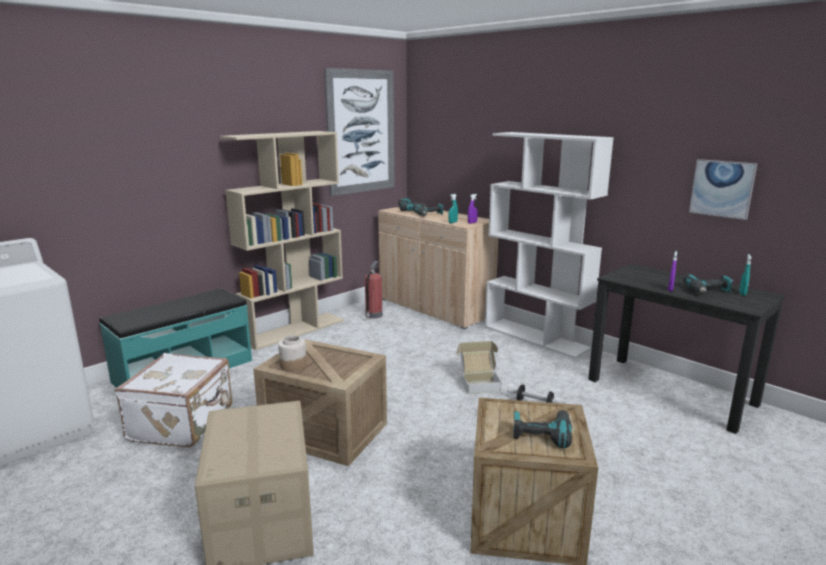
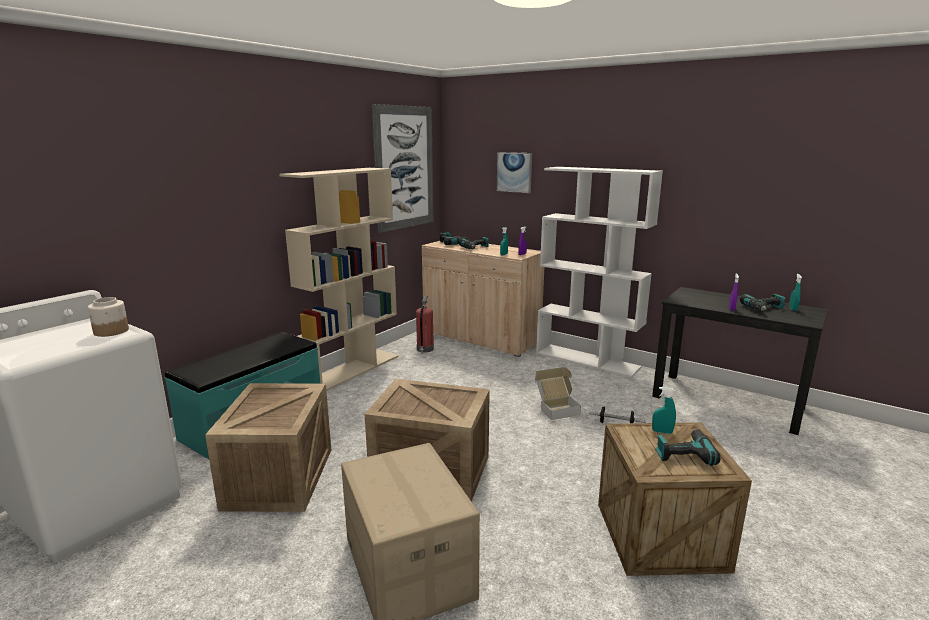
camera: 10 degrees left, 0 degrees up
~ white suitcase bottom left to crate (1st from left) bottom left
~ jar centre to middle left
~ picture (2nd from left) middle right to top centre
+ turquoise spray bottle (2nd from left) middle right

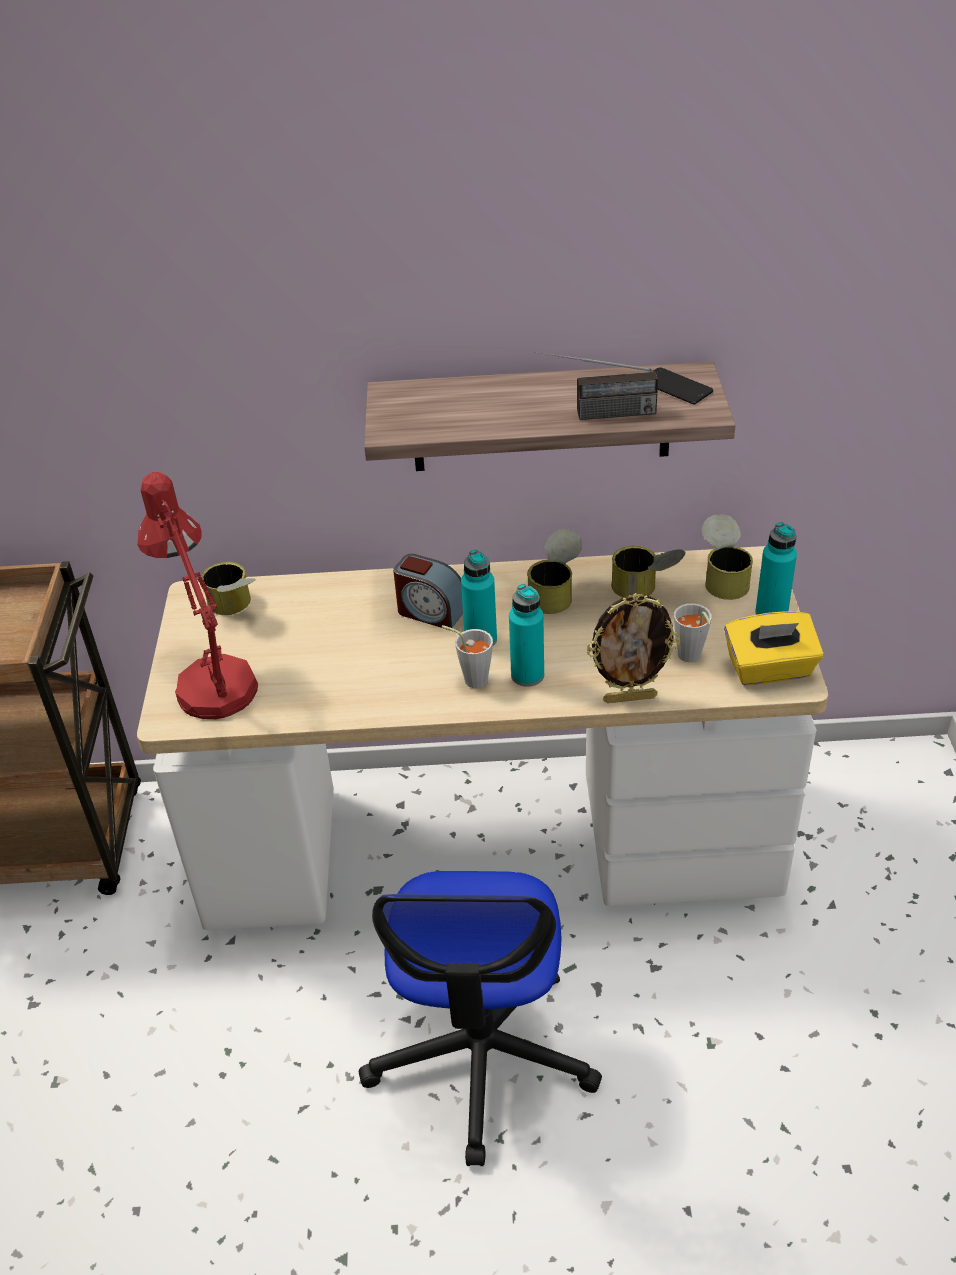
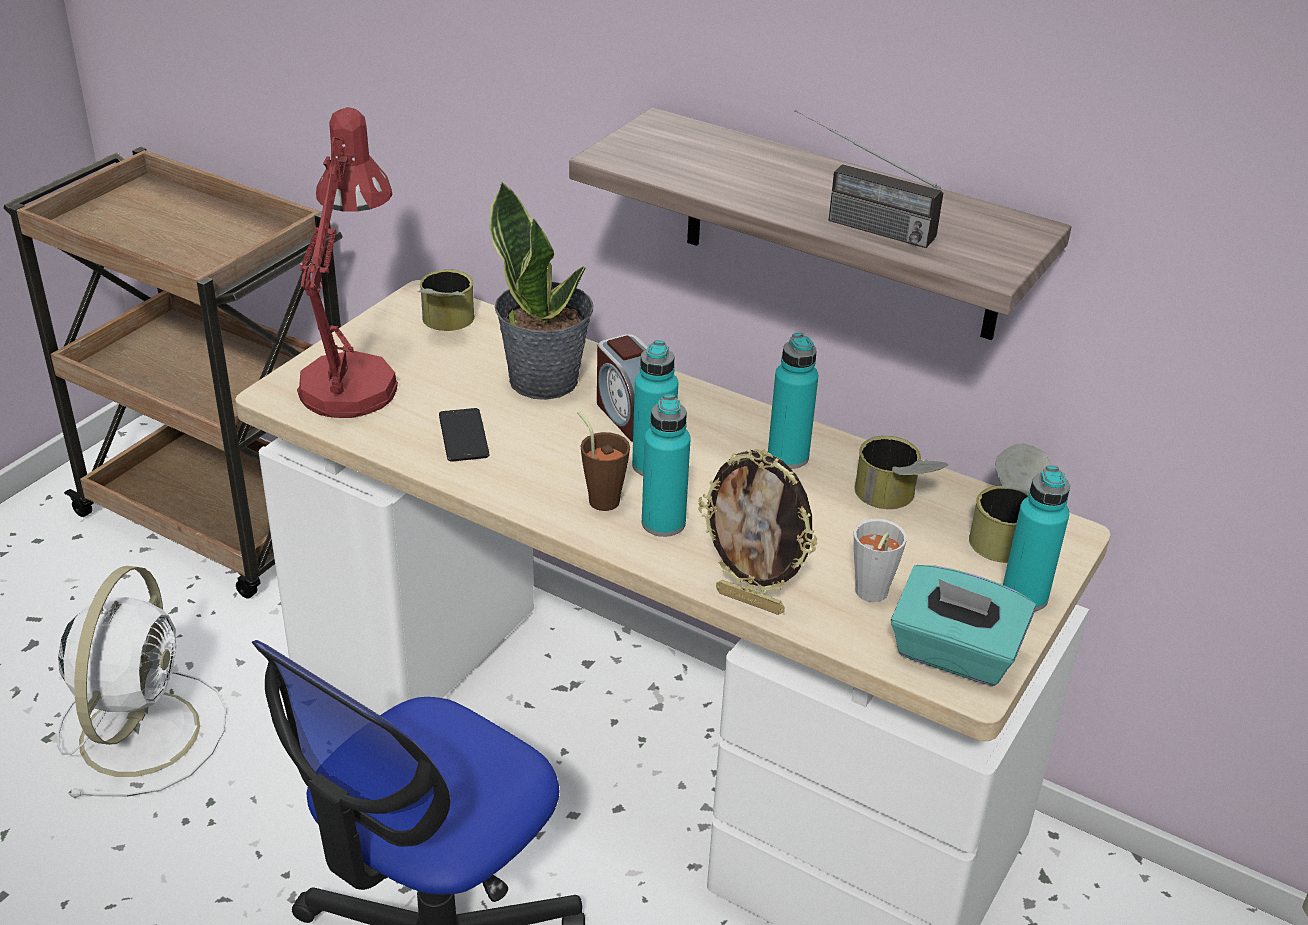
camera: 30 degrees right, 5 degrees down
~ grey cup (1st from left) centre to brown cup centre
~ can (2nd from left) centre to turquoise bottle (3rd from left) centre
~ phone top right to centre
~ yellow tissue box middle right to turquoise tissue box bottom right
+ white fan bottom left
+ potted plant top centre

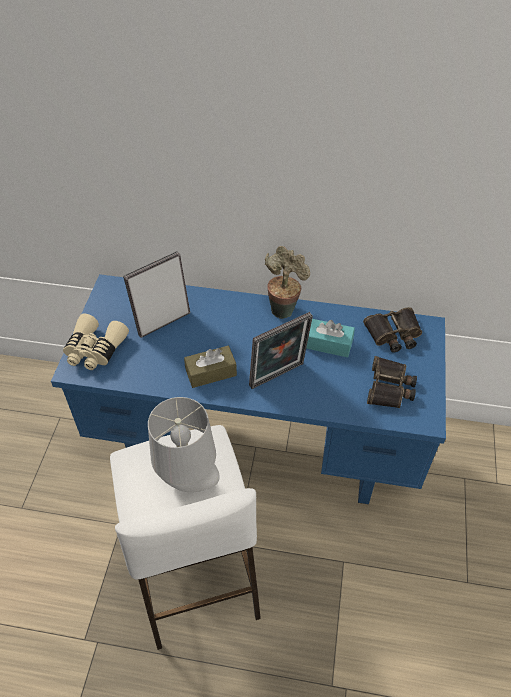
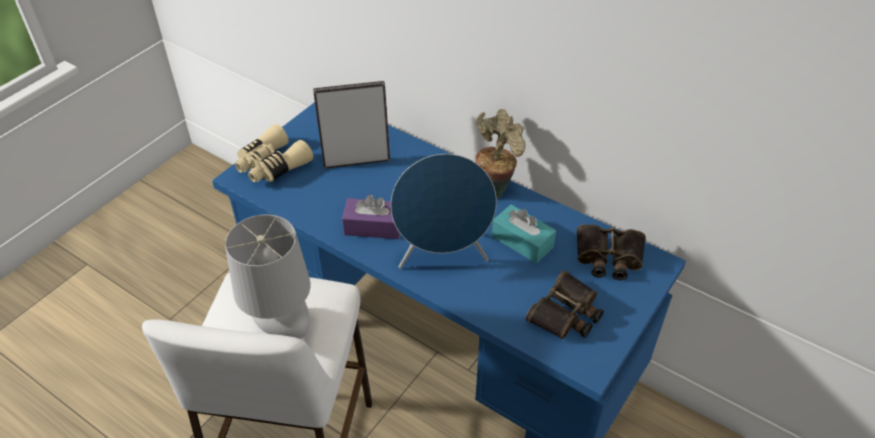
camera: 25 degrees right, 5 degrees down
~ brown tissue box centre to purple tissue box centre
~ picture frame (2nd from left) centre to blue speaker centre

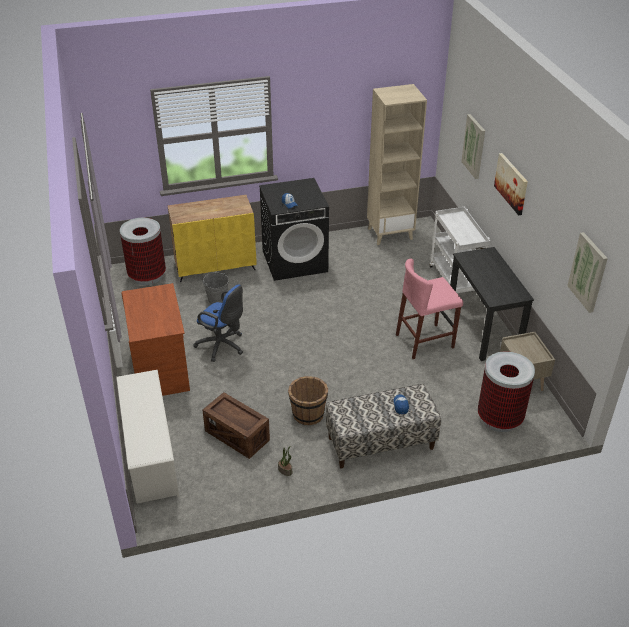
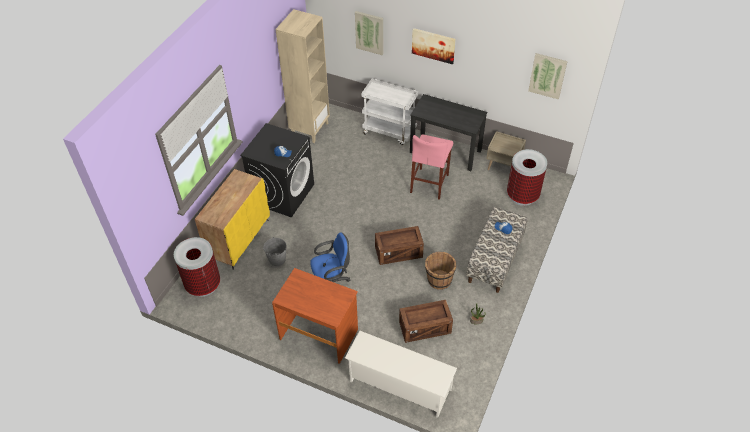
camera: 50 degrees left, 10 degrees up
+ crate (1st from left) centre

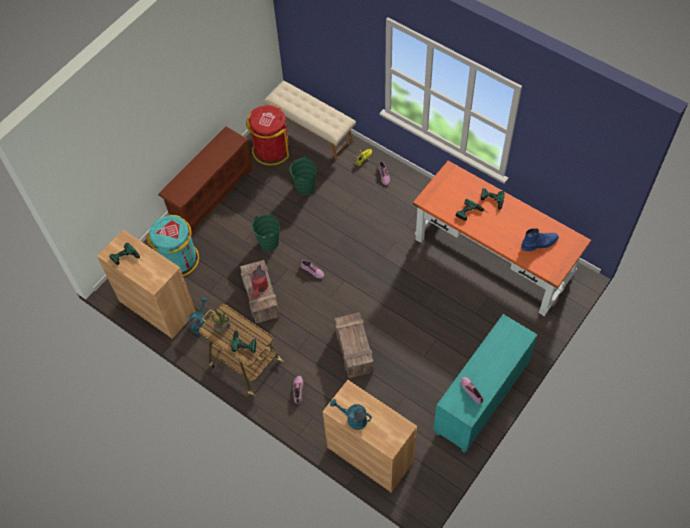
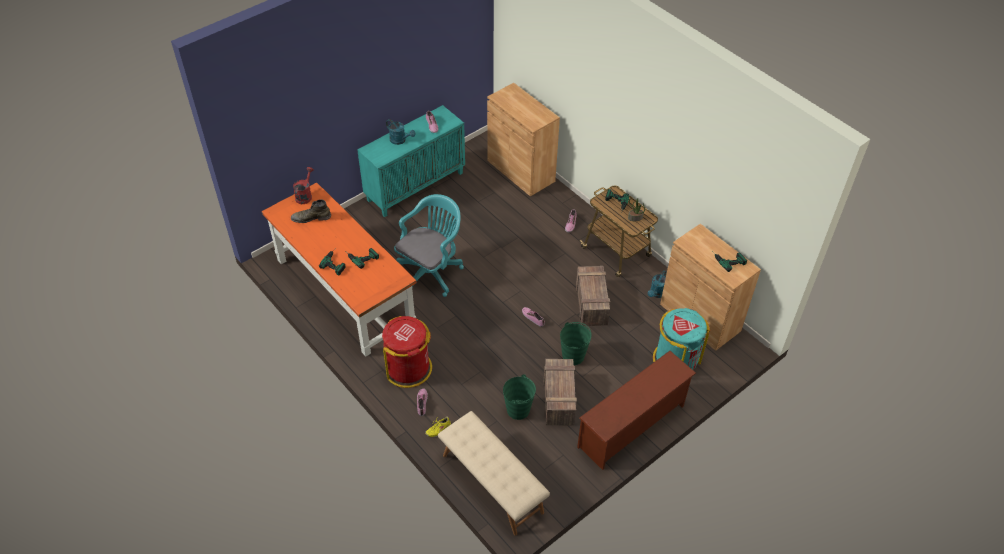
camera: 170 degrees left, 10 degrees down
~ red trash can top centre to centre
~ red watering can centre to middle left
~ turquoise watering can (2nd from left in the first image) bottom centre to turquoise watering can (1st from left) top centre
~ crate (2nd from left in the first image) centre to crate (1st from left) bottom centre
~ blue boot middle right to green boot middle left
+ turquoise office chair centre

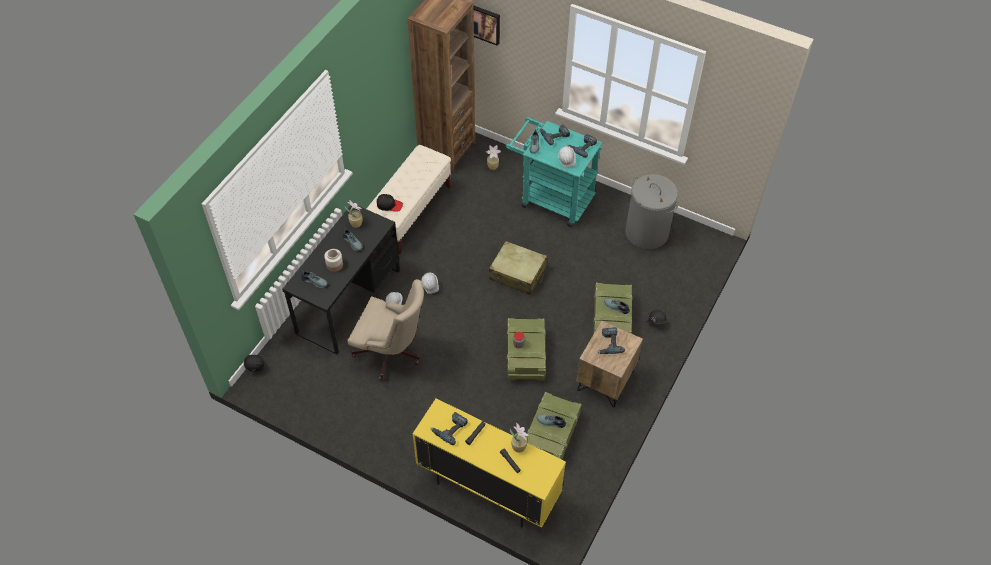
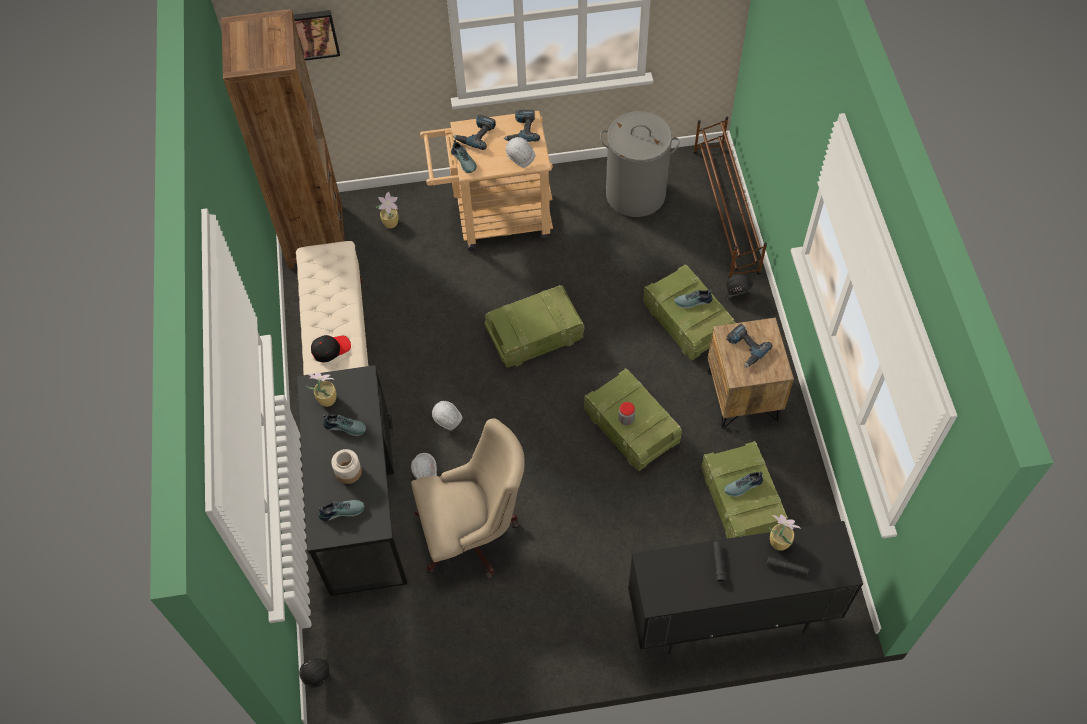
camera: 35 degrees left, 5 degrees up
~ yellow cabinet bottom centre to black cabinet bottom right
- power drill (1st from left) bottom centre
~ beige suitcase centre to crate (1st from left) centre
~ turquoise cart top centre to beige cart top centre
+ brown shoe rack top right

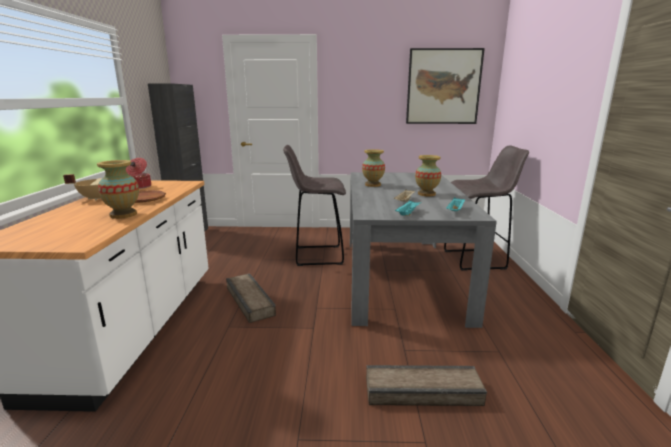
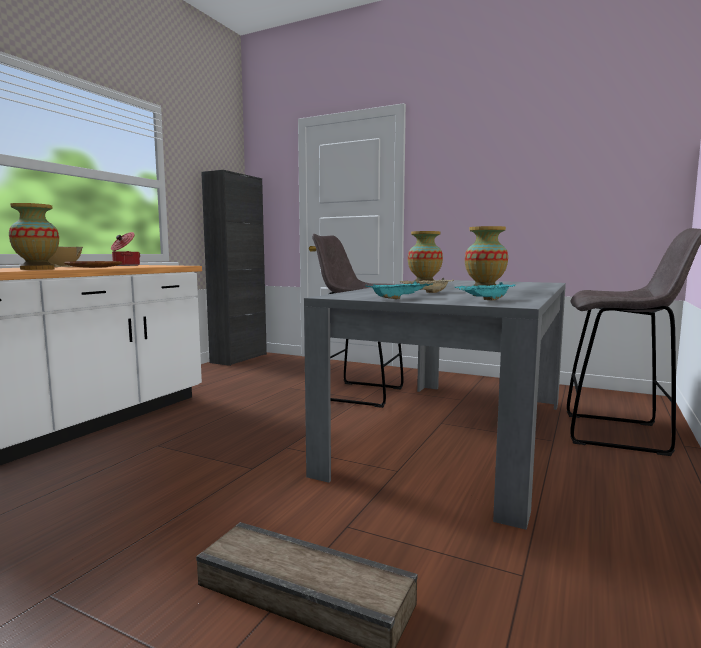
camera: 25 degrees right, 10 degrees down
- crate (1st from left) bottom centre
- picture top centre

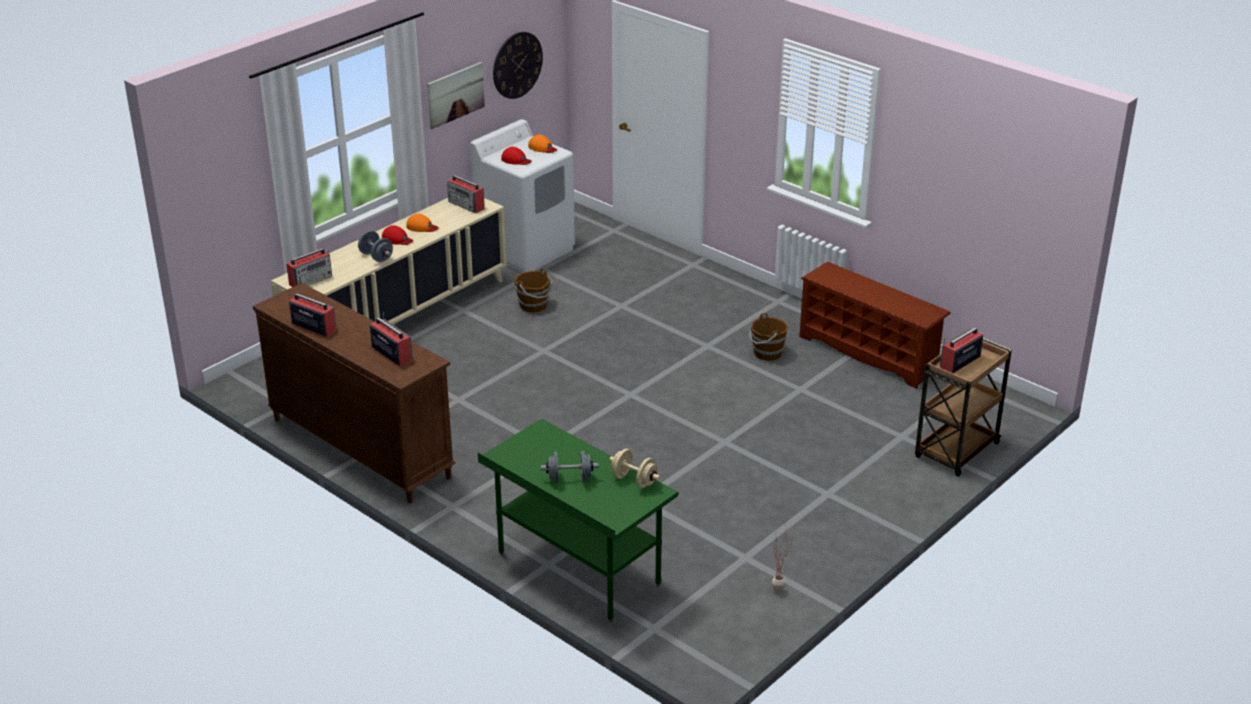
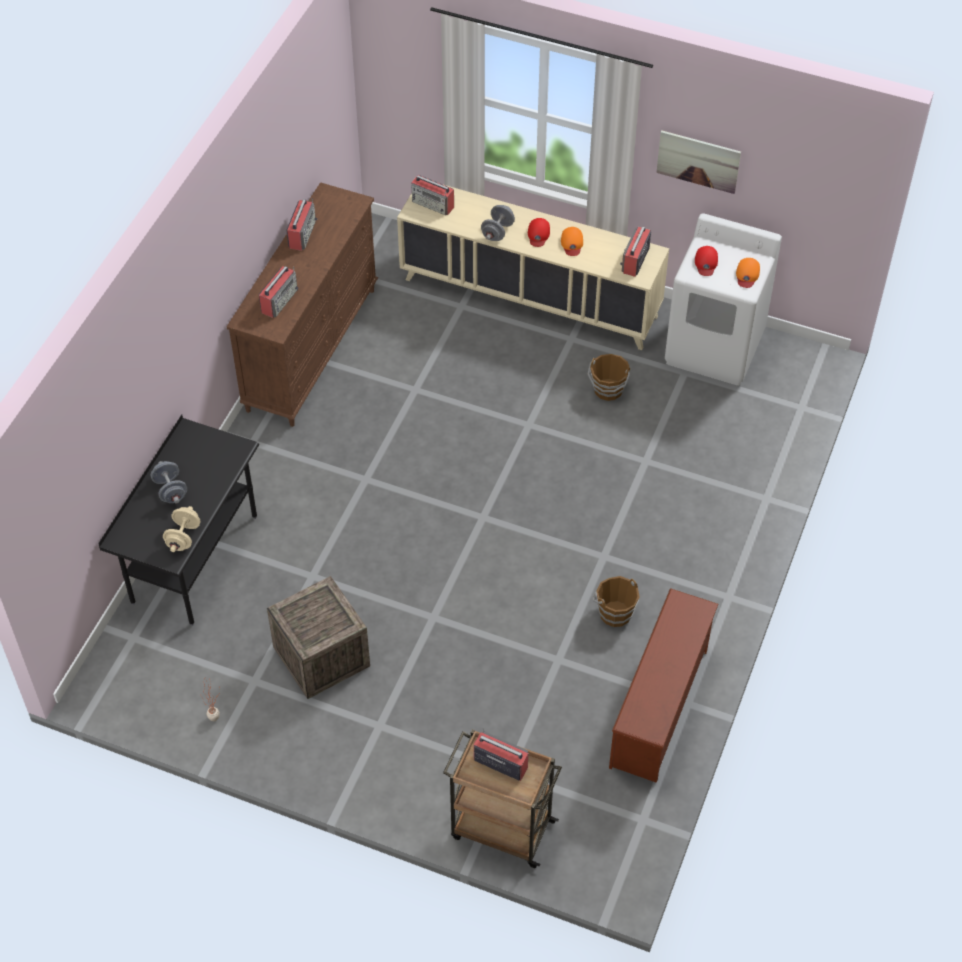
camera: 70 degrees right, 20 degrees up
~ green desk bottom centre to black desk middle left
- wall clock top centre
+ crate middle left

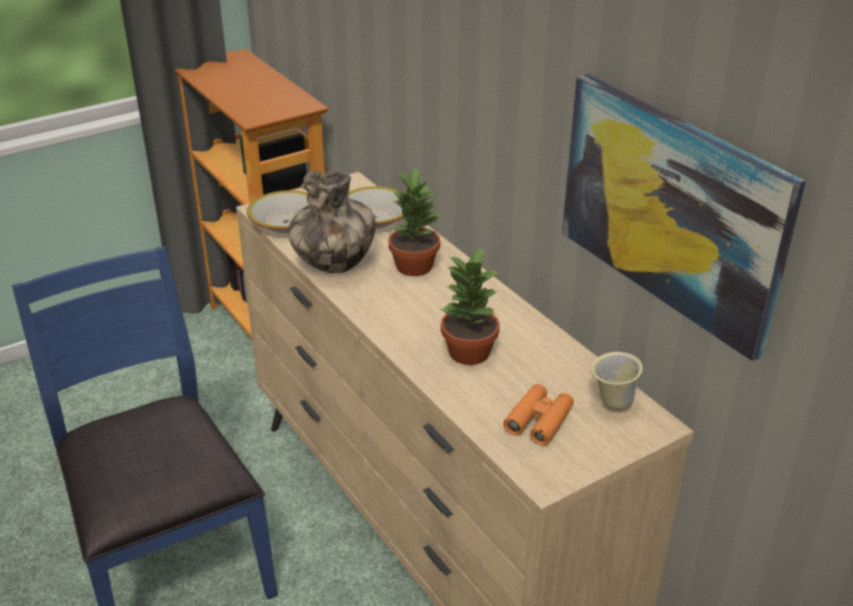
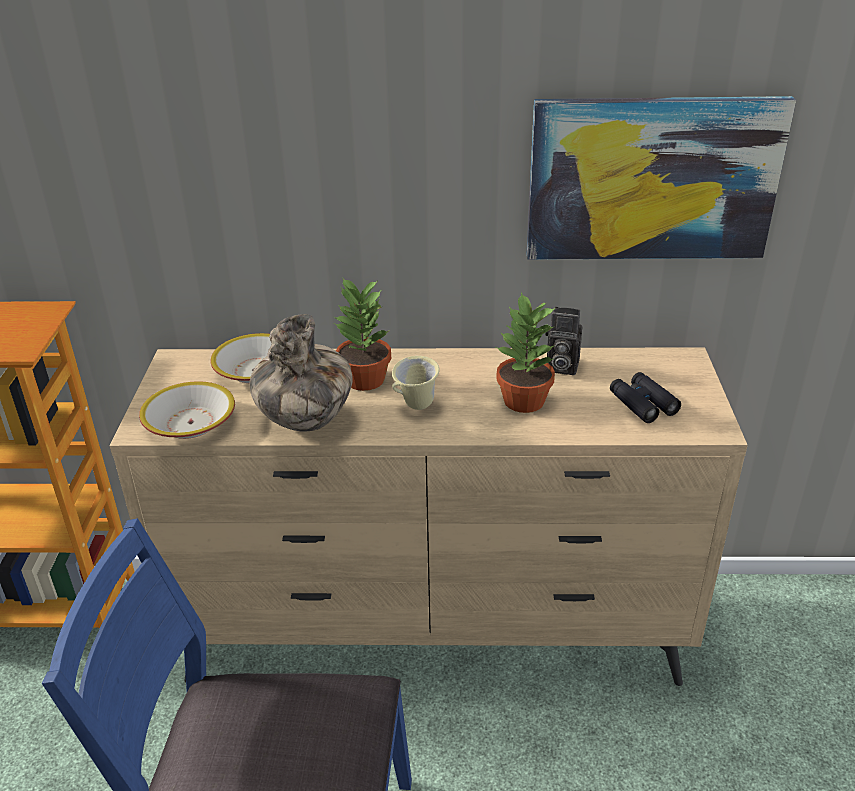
camera: 55 degrees left, 0 degrees up
~ orange binoculars bottom centre to black binoculars middle right
~ beige mug middle right to centre
+ photo camera centre

